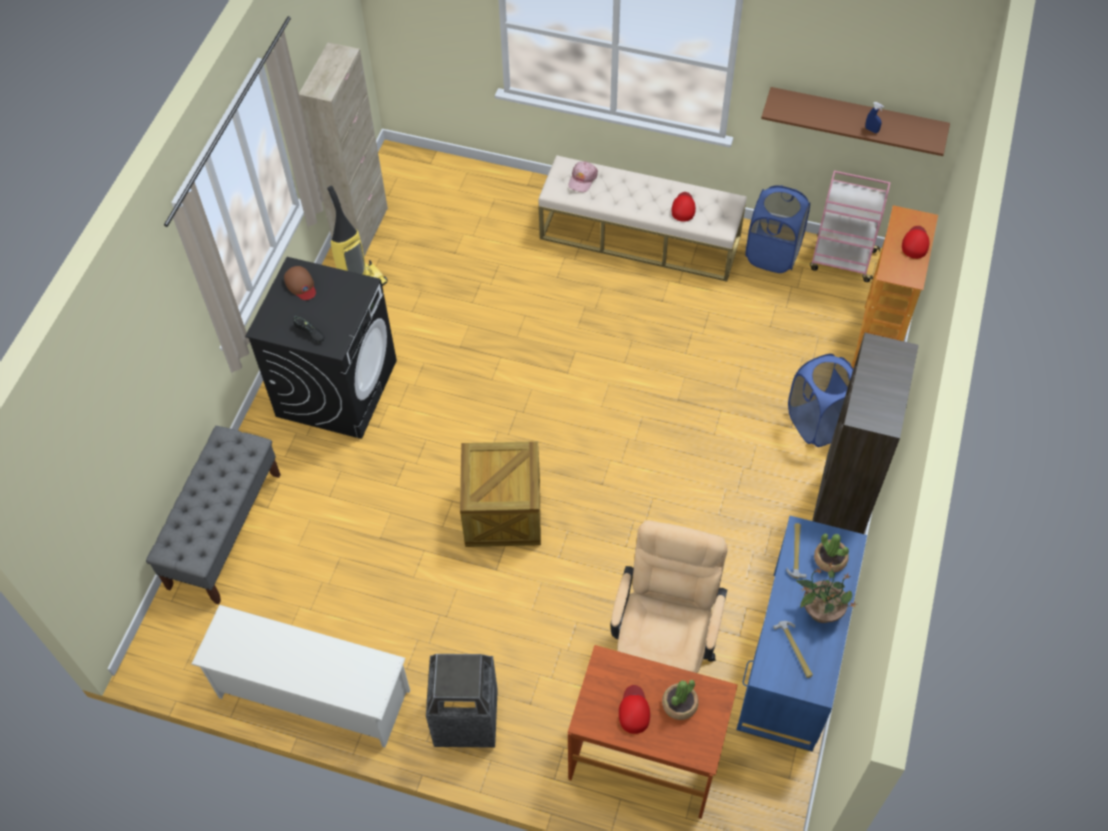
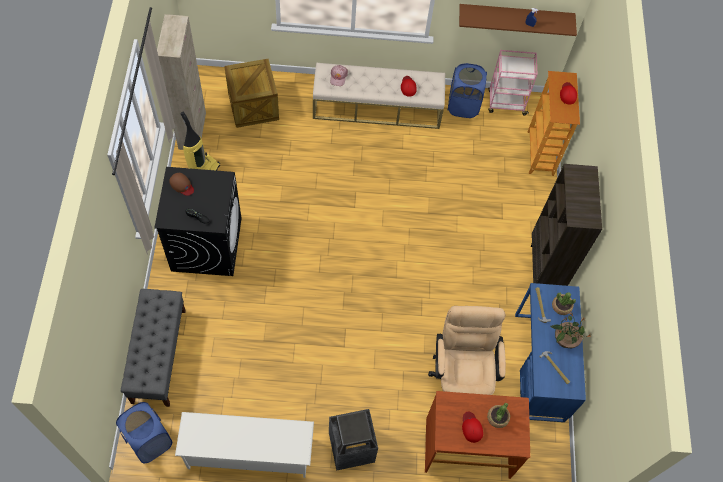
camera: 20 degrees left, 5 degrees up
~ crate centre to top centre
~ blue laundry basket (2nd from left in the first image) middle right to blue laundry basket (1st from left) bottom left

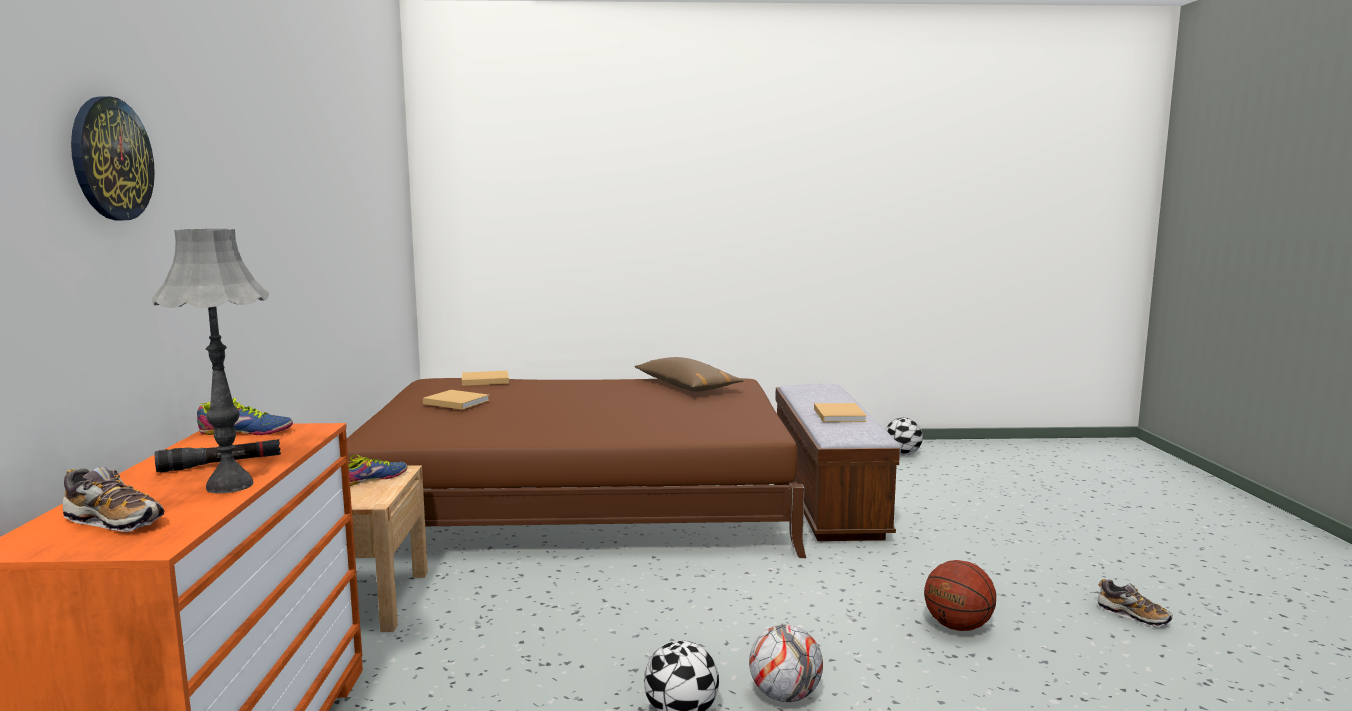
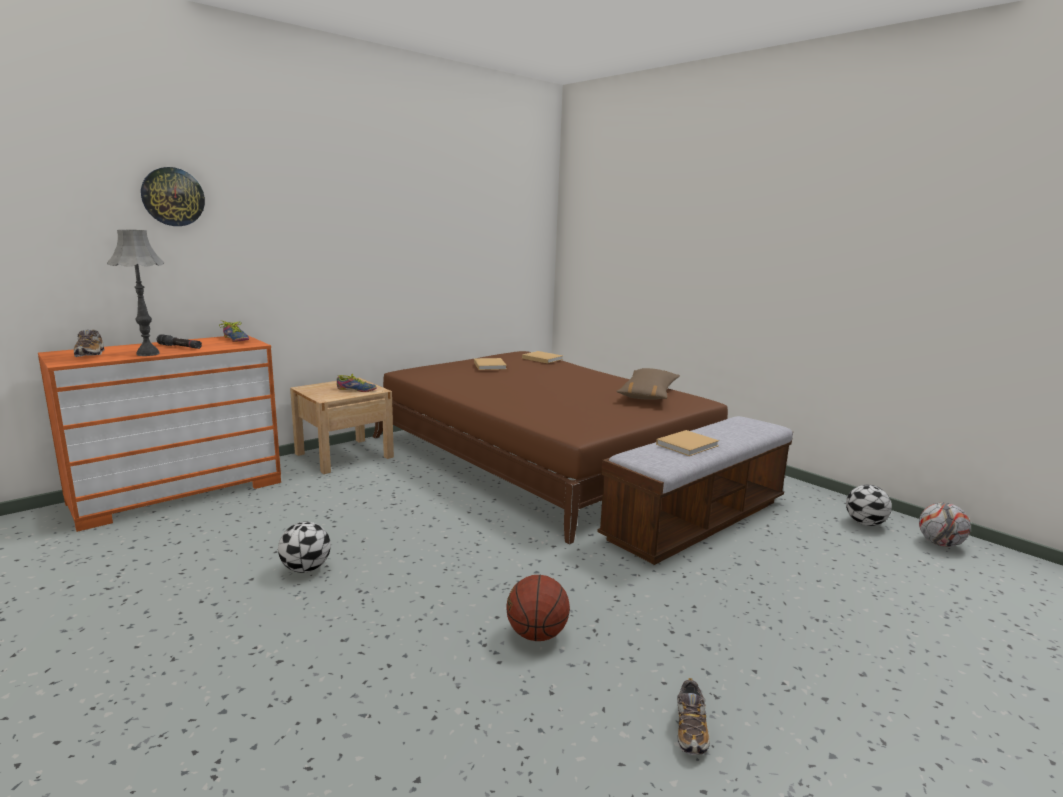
camera: 50 degrees right, 5 degrees up
~ football (2nd from left in the first image) bottom centre to football (3rd from left) middle right

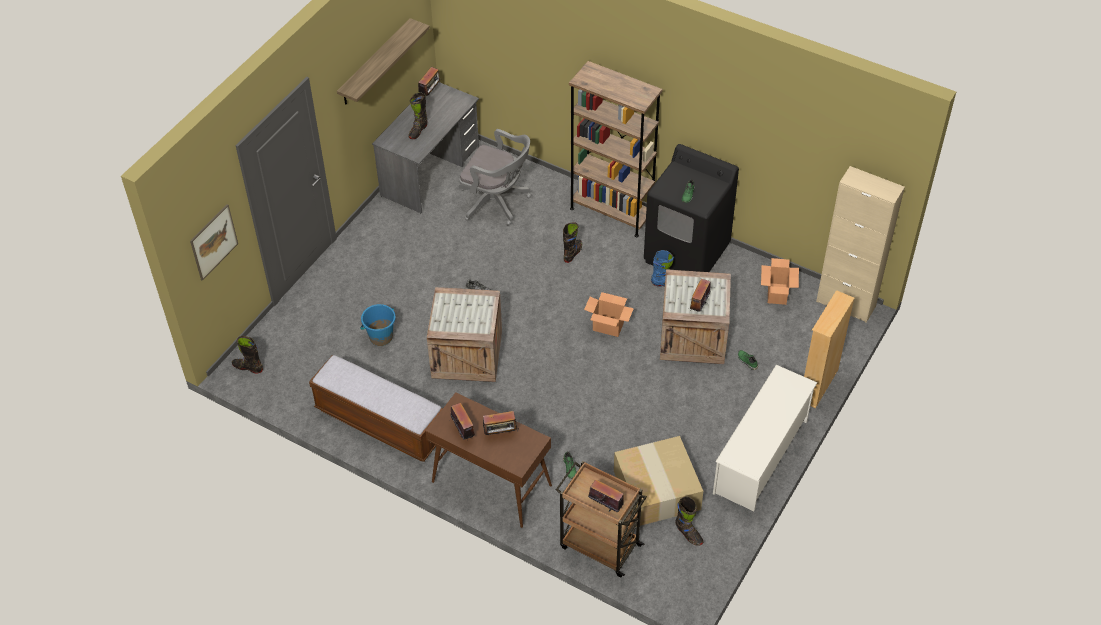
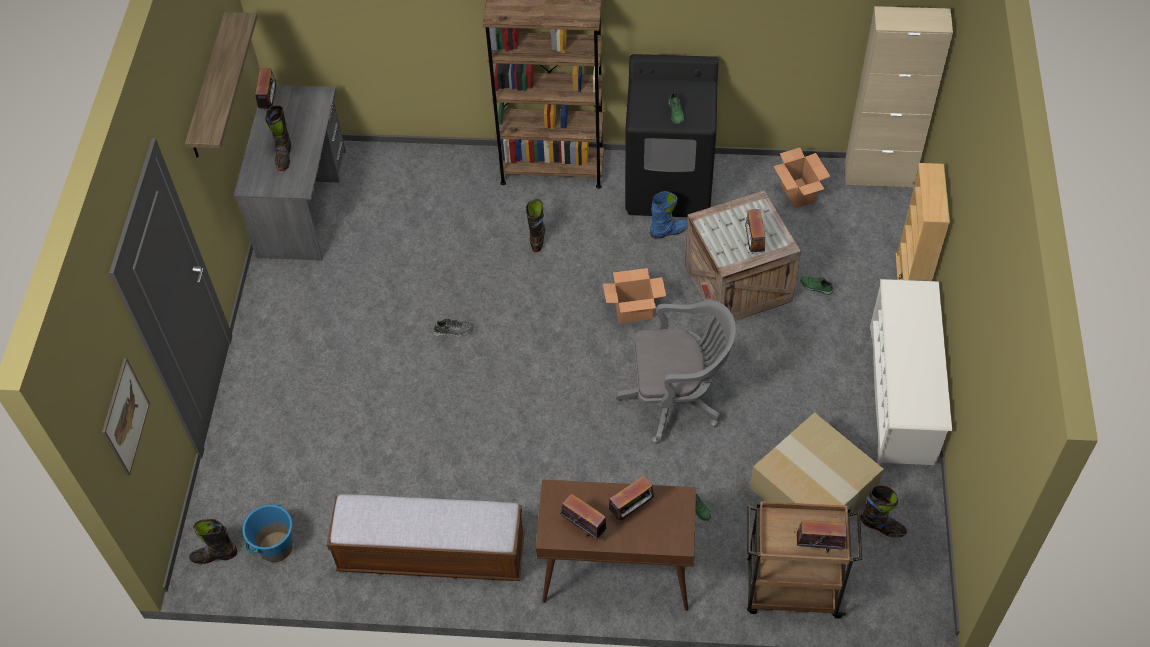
camera: 25 degrees left, 5 degrees up
~ blue bucket centre to bottom left
- crate (1st from left) centre
~ grey office chair top centre to centre

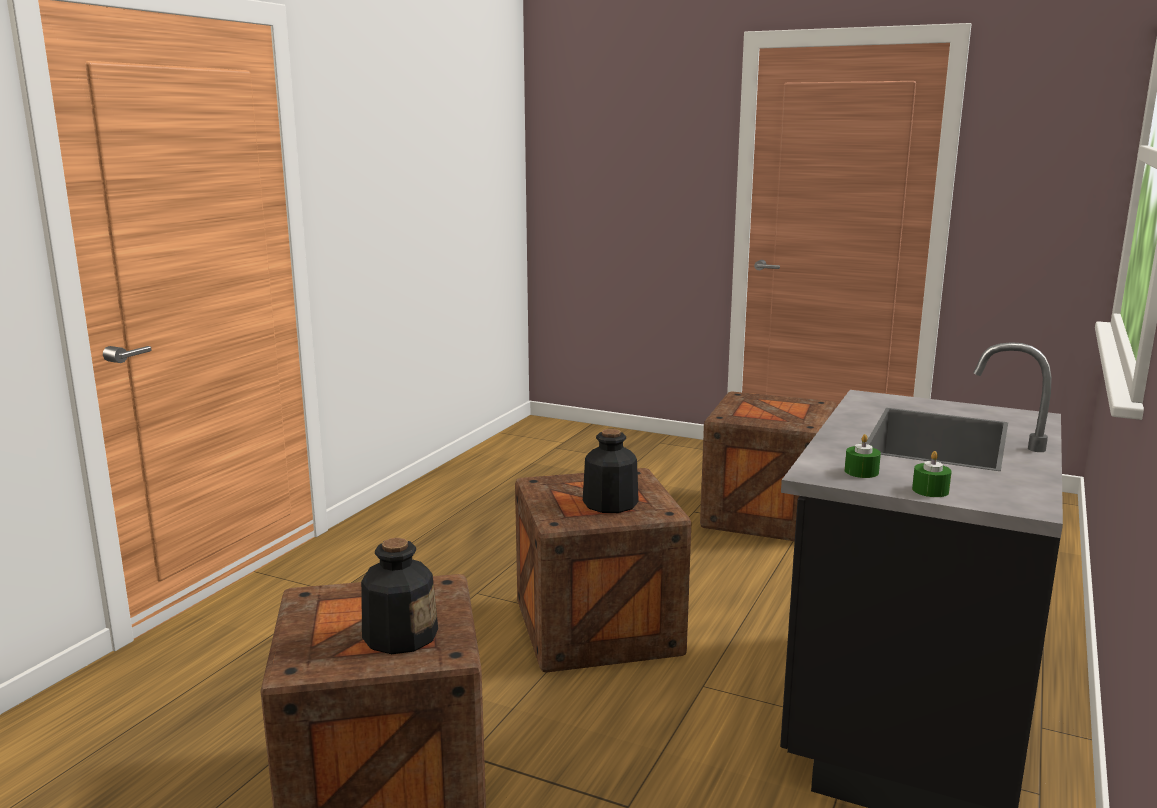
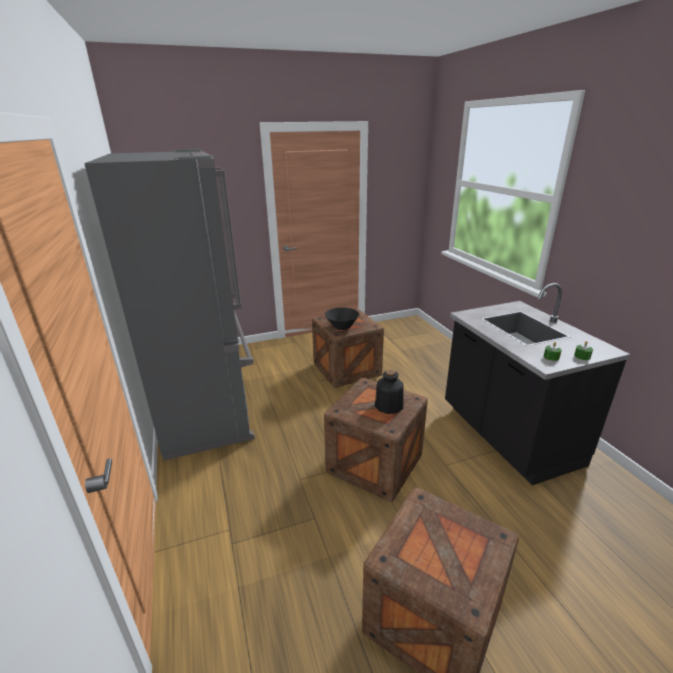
camera: 45 degrees left, 10 degrees up
- bottle (1st from left) bottom centre
+ grey fridge middle left
+ black bowl centre

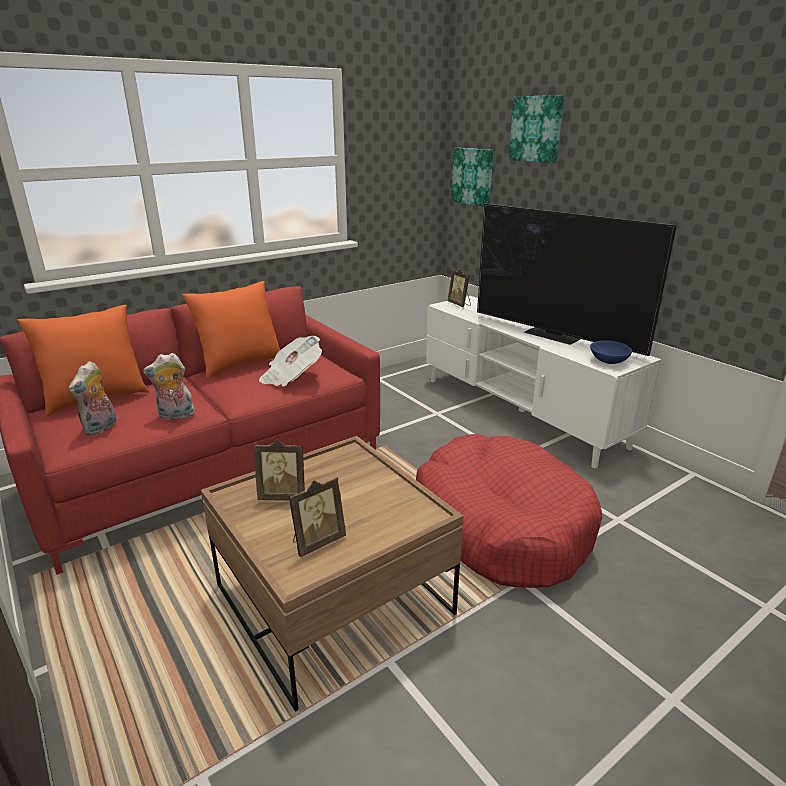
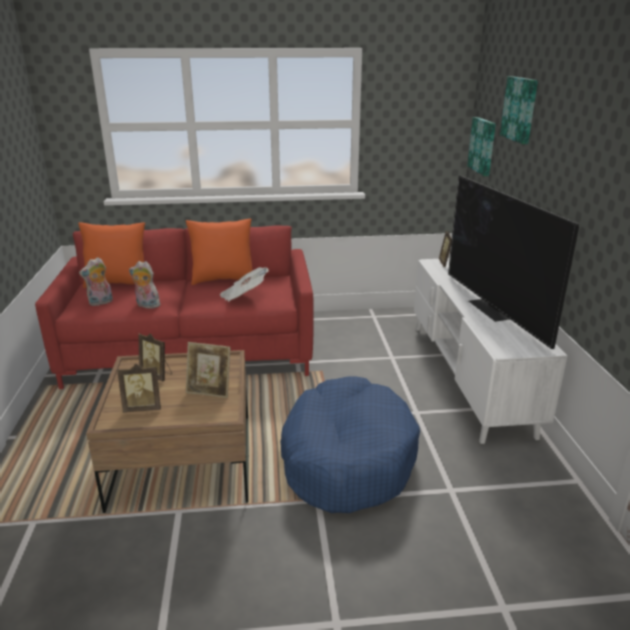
camera: 30 degrees right, 0 degrees up
~ red dog bed centre to blue dog bed bottom centre
- blue bowl middle right
+ picture frame (3rd from left) middle left

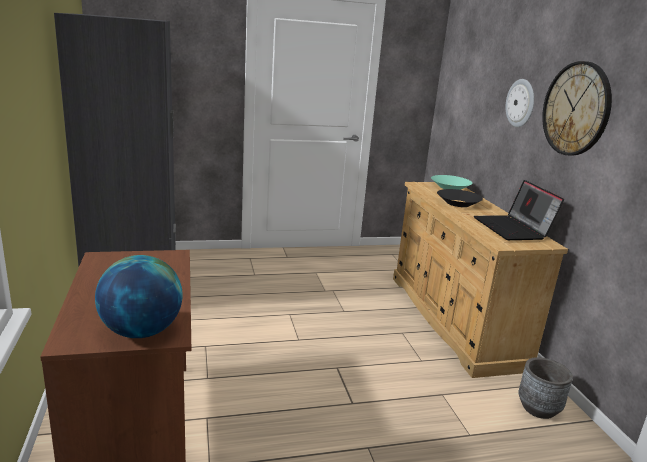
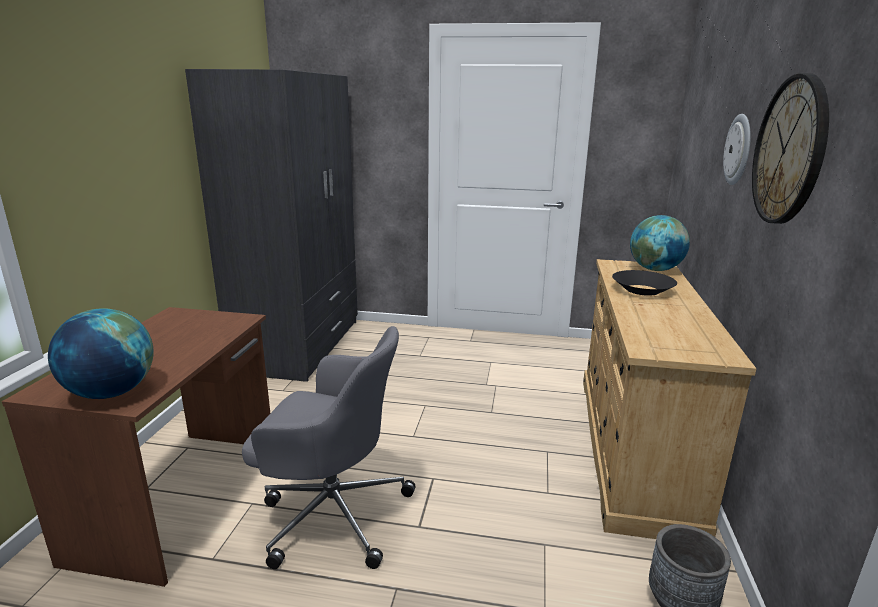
camera: 25 degrees right, 0 degrees up
~ turquoise bowl middle right to globe (2nd from left) middle right
- laptop middle right
+ grey office chair bottom centre

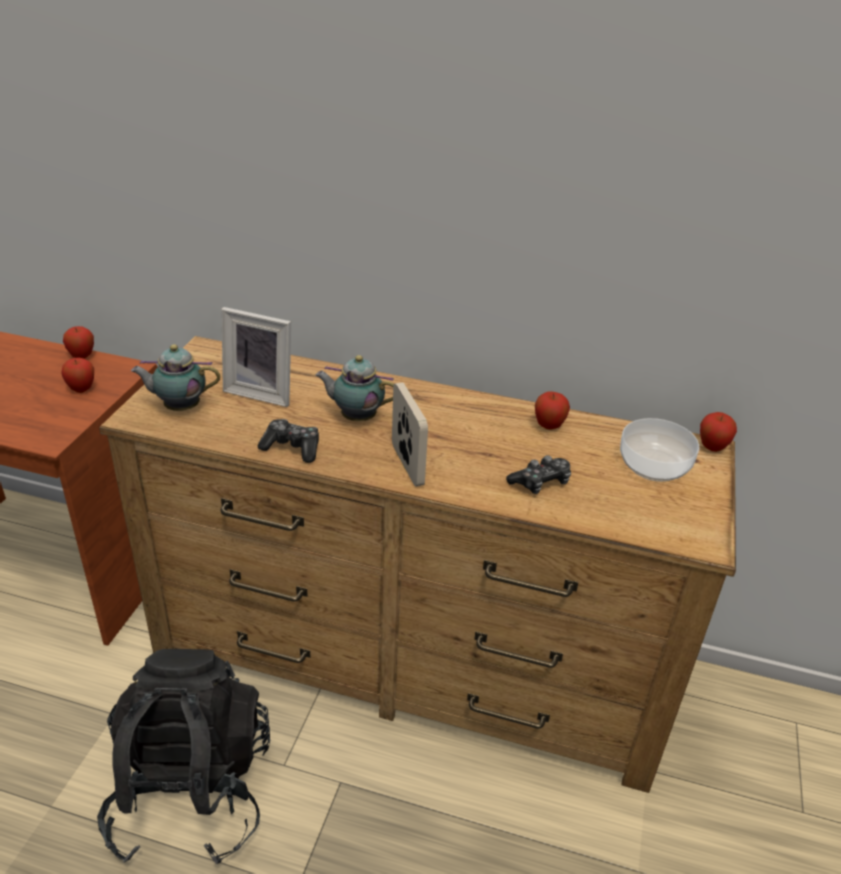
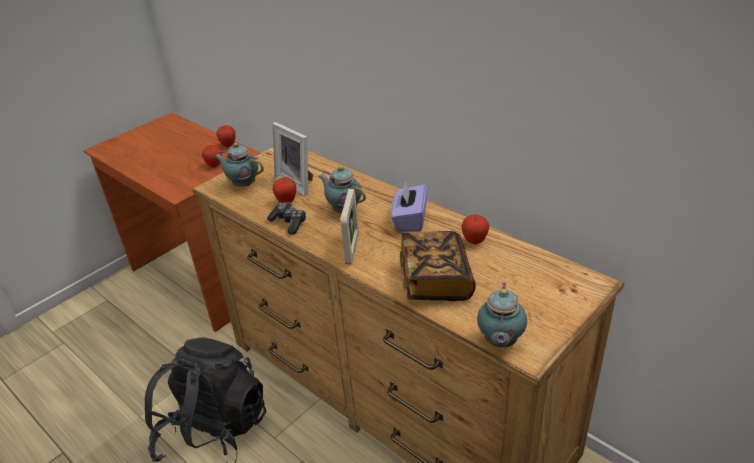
camera: 30 degrees right, 0 degrees up
~ game controller (2nd from left) centre to book centre
- bowl middle right
~ apple (4th from left in the first image) middle right to apple (3rd from left) centre
+ purple tissue box centre
+ teapot (3rd from left) bottom centre

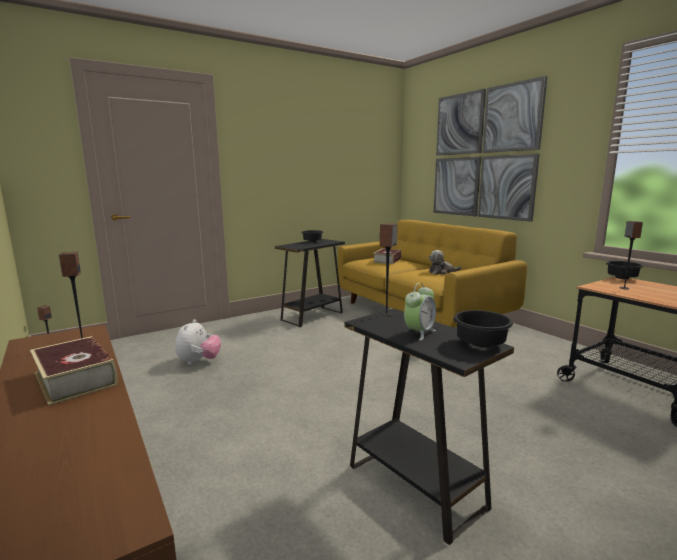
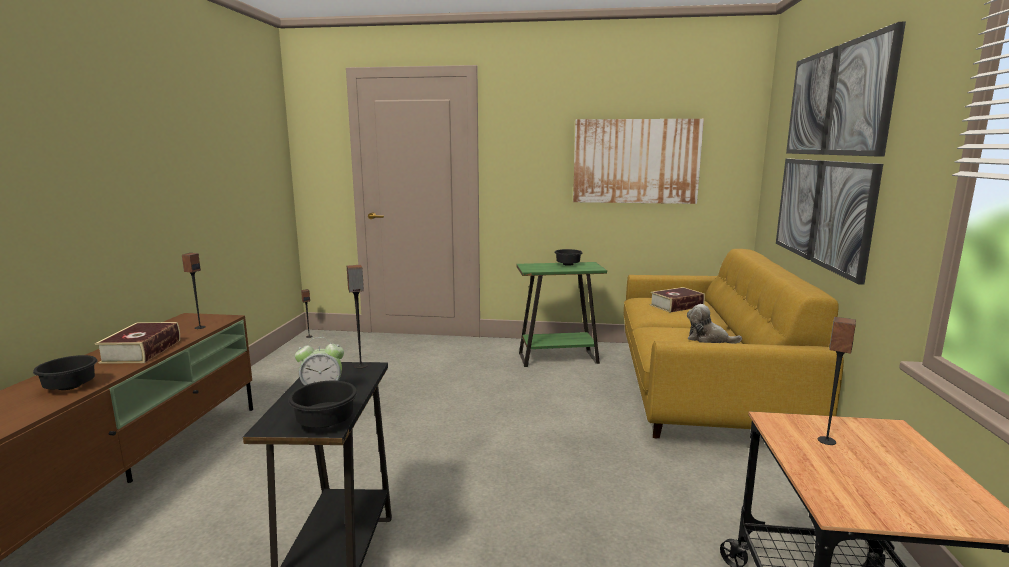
camera: 40 degrees right, 0 degrees up
- plush toy (1st from left) middle left
~ black side table (1st from left) centre to green side table centre
~ black bowl (3rd from left in the first image) middle right to black bowl (1st from left) middle left
+ picture (1st from left) top centre

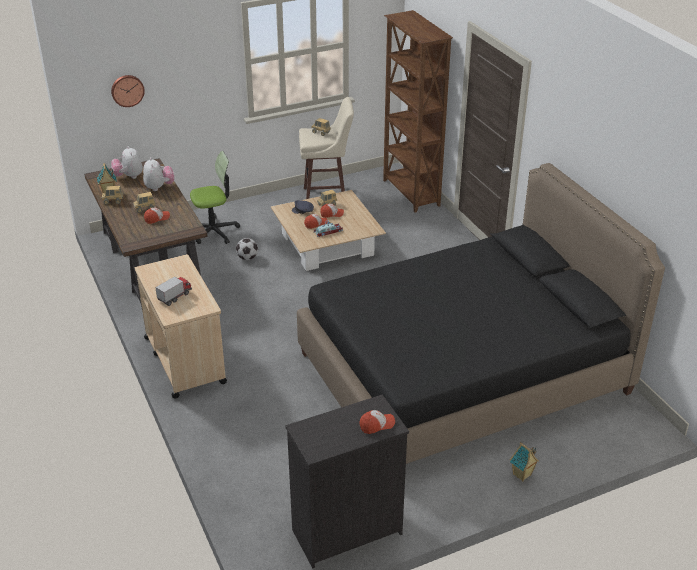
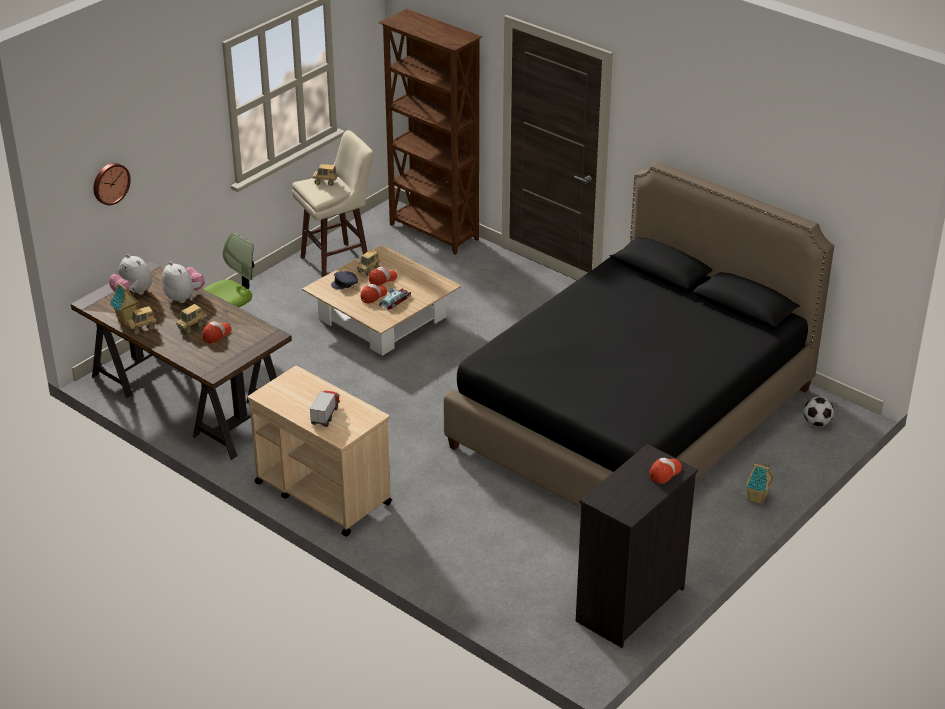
camera: 25 degrees left, 0 degrees up
~ football centre to middle right

